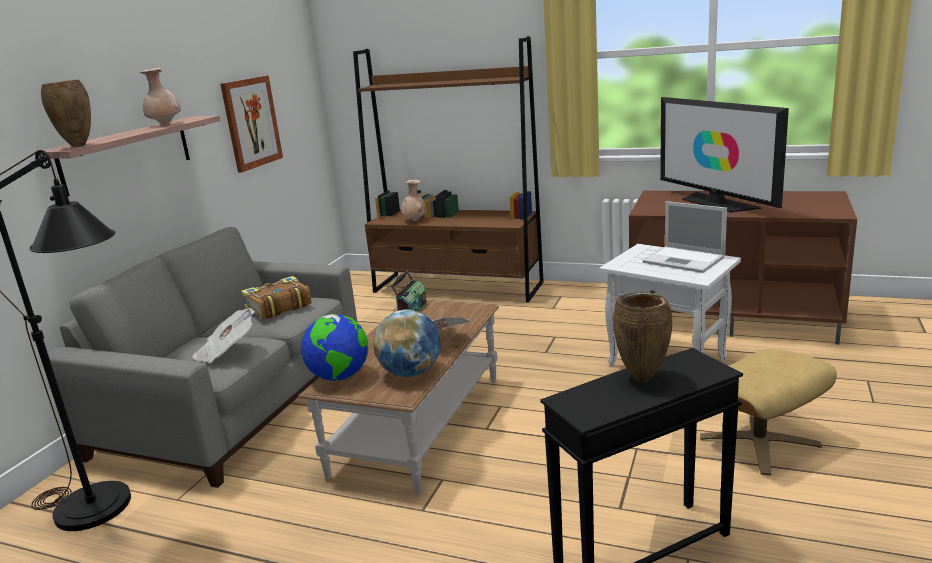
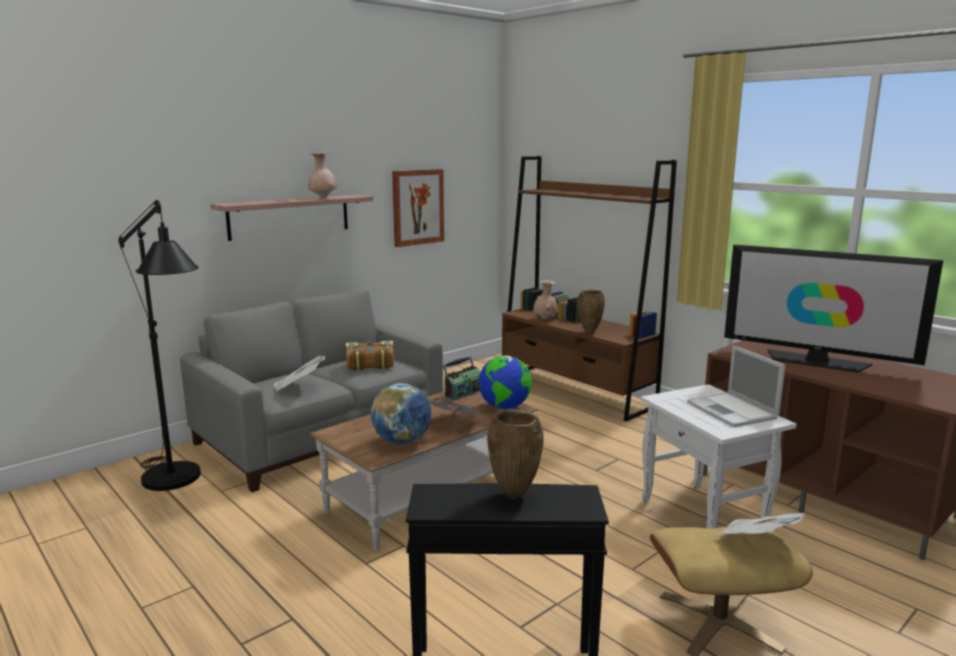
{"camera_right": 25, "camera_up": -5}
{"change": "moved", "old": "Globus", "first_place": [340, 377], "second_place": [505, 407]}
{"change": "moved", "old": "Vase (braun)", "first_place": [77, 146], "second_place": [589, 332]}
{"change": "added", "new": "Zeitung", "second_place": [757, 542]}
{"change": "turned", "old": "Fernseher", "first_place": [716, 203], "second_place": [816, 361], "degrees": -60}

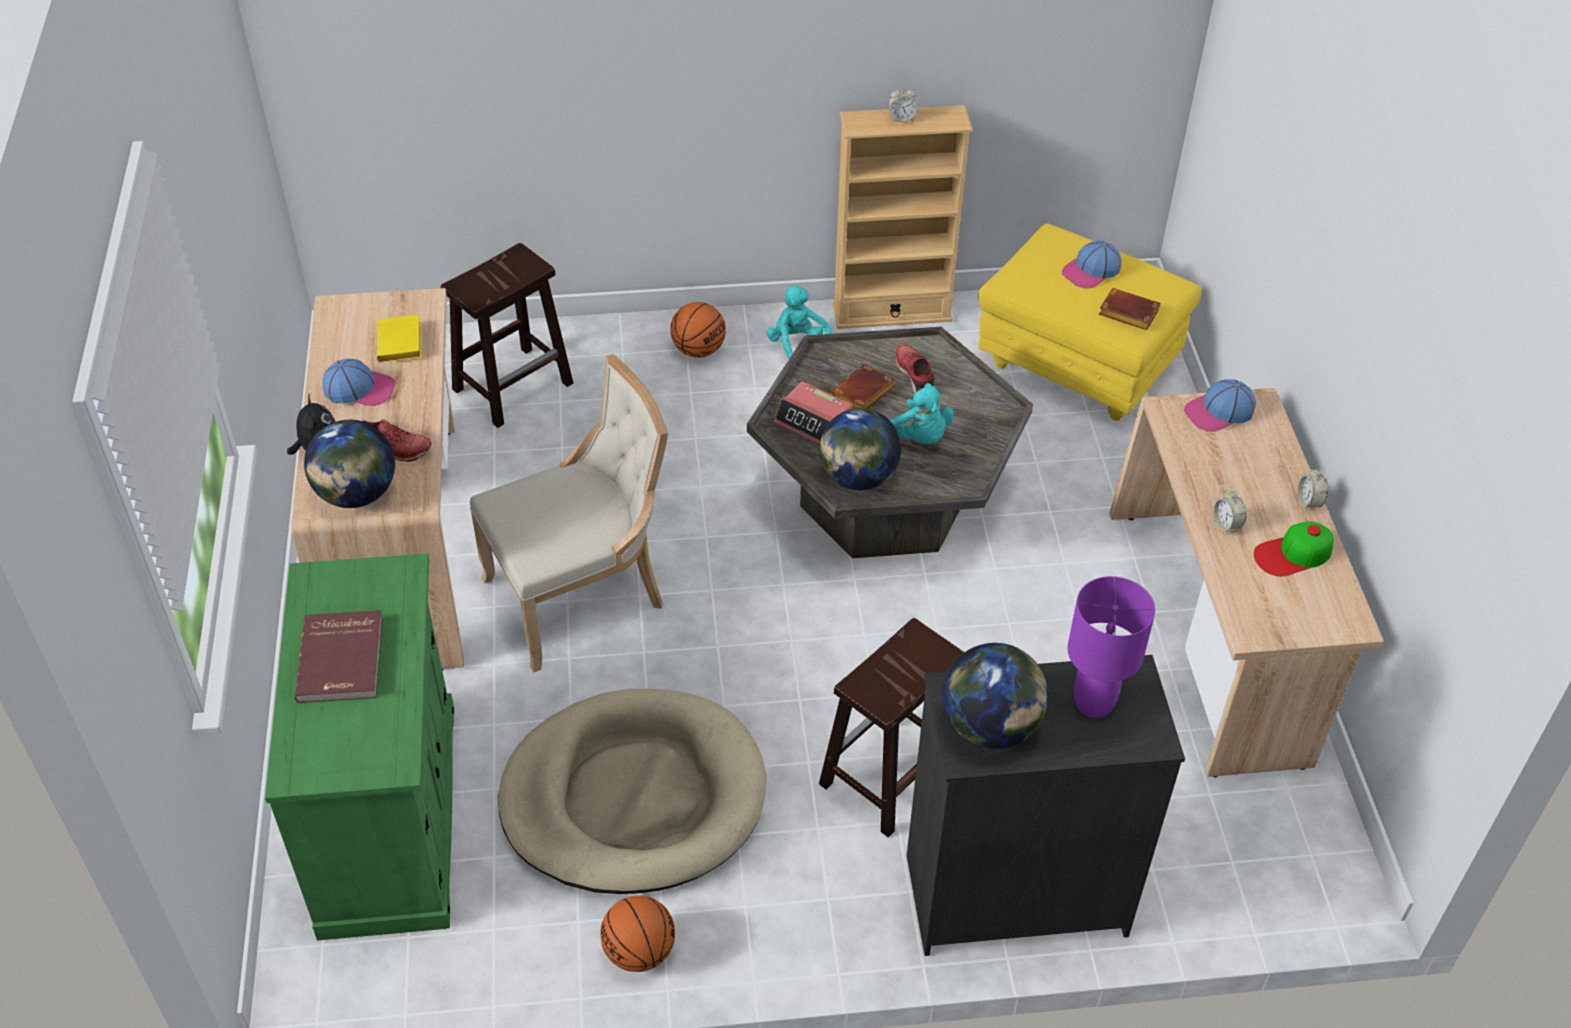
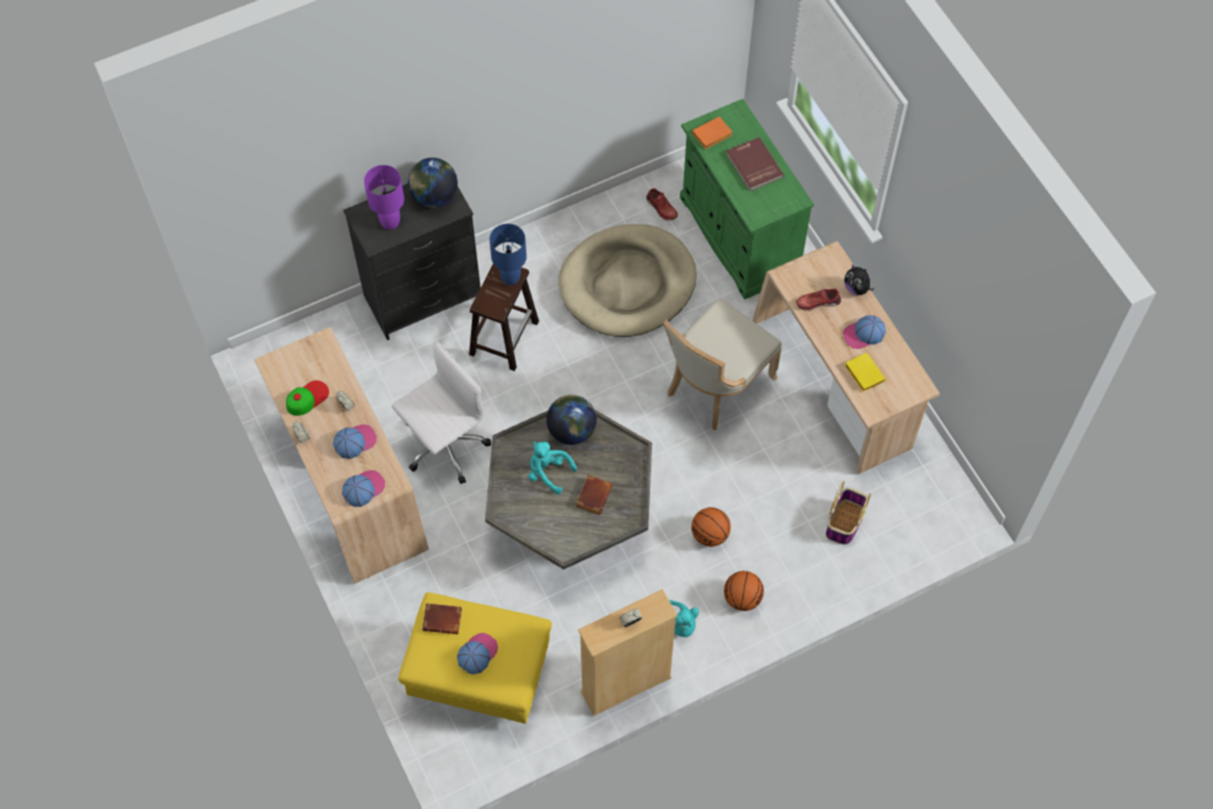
{"camera_right": 160, "camera_up": 15}
{"change": "added", "new": "Kappe", "second_place": [355, 442]}
{"change": "added", "new": "Bürostuhl (weiß)", "second_place": [443, 446]}
{"change": "added", "new": "Tischlampe (blau)", "second_place": [510, 277]}
{"change": "moved", "old": "Schuh (rot)", "first_place": [915, 375], "second_place": [661, 208]}
{"change": "moved", "old": "Basketball", "first_place": [639, 952], "second_place": [709, 535]}
{"change": "added", "new": "Buch (orange)", "second_place": [711, 136]}
{"change": "replaced", "old": "Hocker (braun)", "new": "Korb", "first_place": [514, 385], "second_place": [844, 523]}
{"change": "removed", "old": "Globus", "first_place": [357, 494]}
{"change": "removed", "old": "Wecker", "first_place": [813, 421]}

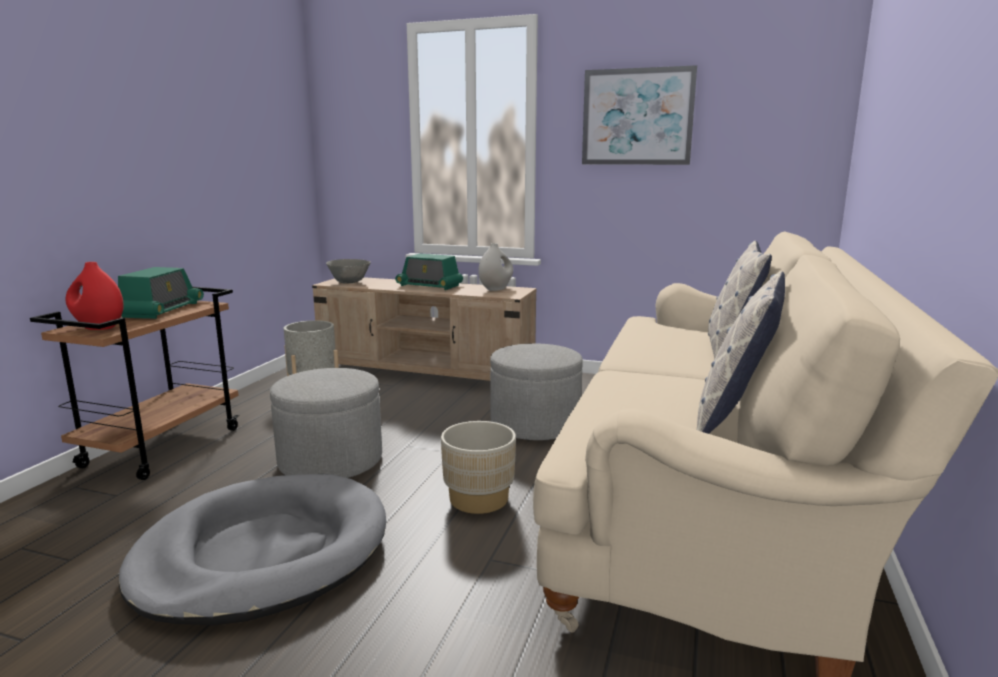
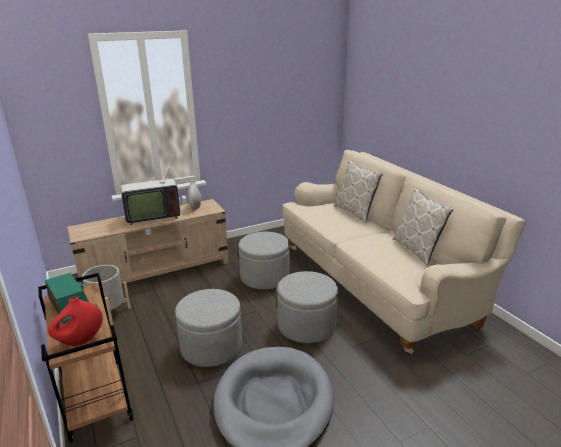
{"camera_right": -45, "camera_up": 10}
{"change": "replaced", "old": "Radio", "new": "Fernseher", "first_place": [429, 286], "second_place": [152, 216]}
{"change": "replaced", "old": "Pflanzkübel (beige)", "new": "Polsterhocker (grau)", "first_place": [479, 499], "second_place": [306, 325]}
{"change": "removed", "old": "Schüssel (grau)", "first_place": [349, 282]}
{"change": "removed", "old": "Bild", "first_place": [637, 117]}

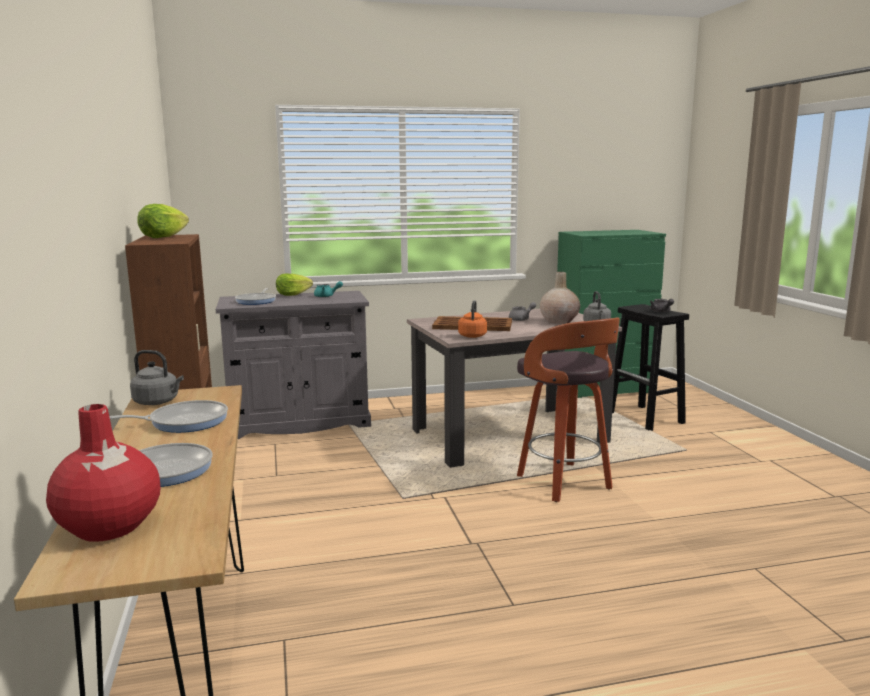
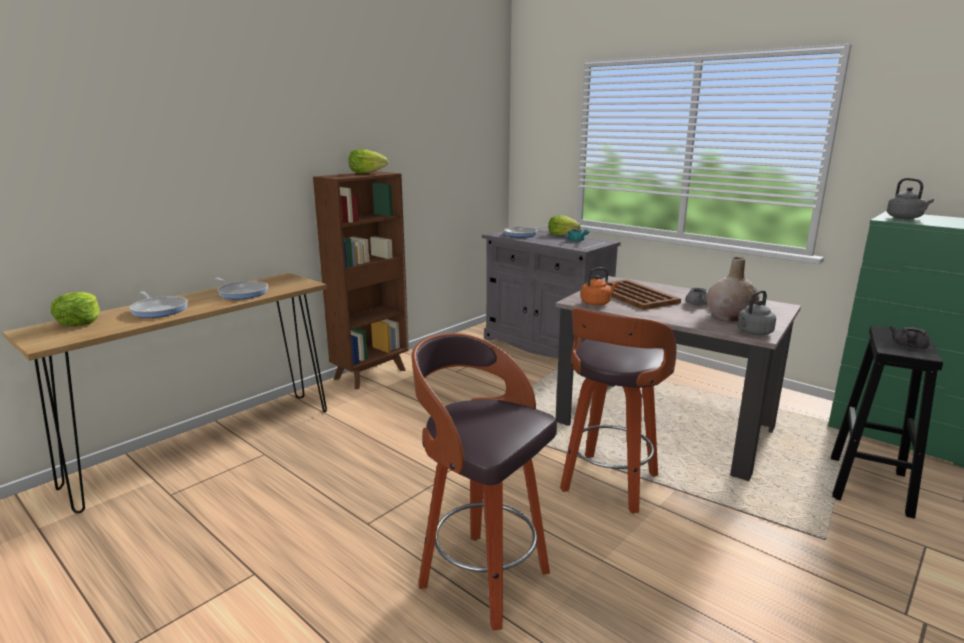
{"camera_right": 55, "camera_up": 5}
{"change": "replaced", "old": "Vase (rot)", "new": "Salatkopf", "first_place": [109, 527], "second_place": [80, 322]}
{"change": "added", "new": "Hocker", "second_place": [481, 578]}
{"change": "moved", "old": "Wasserkessel (grau)", "first_place": [158, 402], "second_place": [905, 218]}

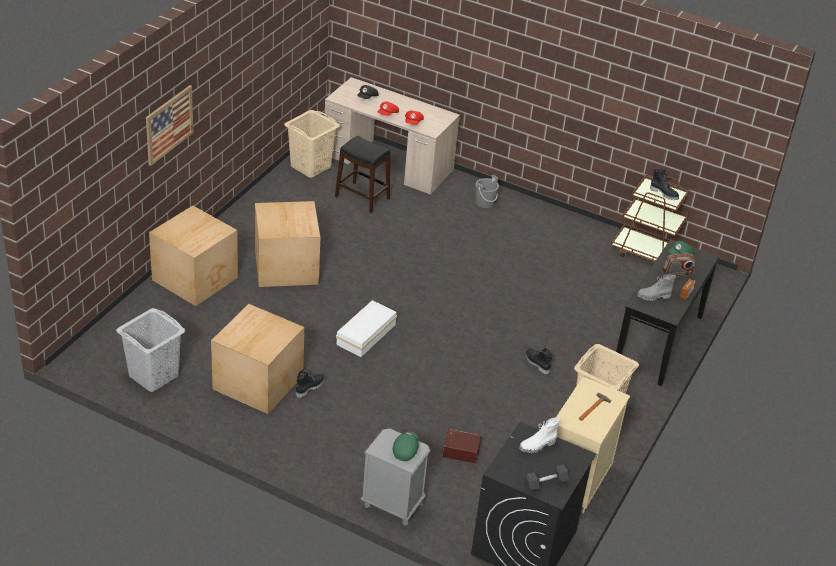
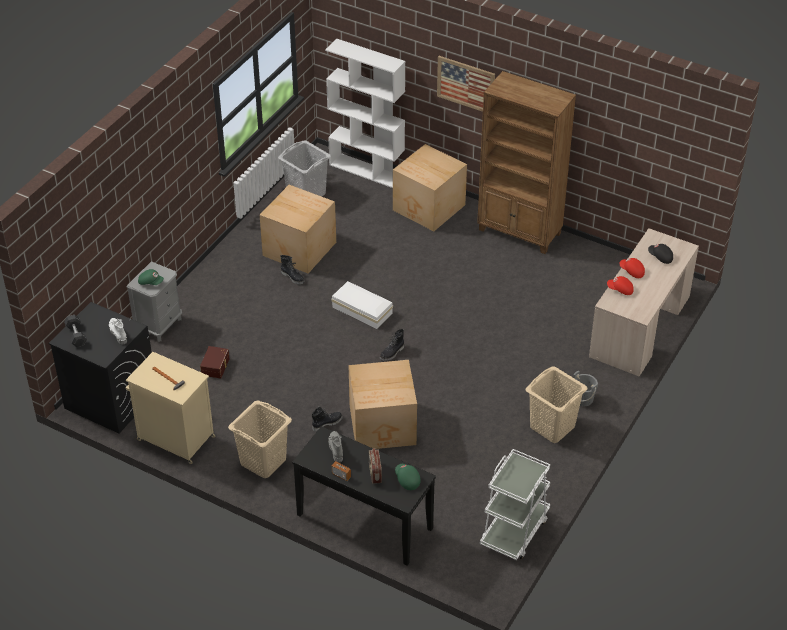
{"camera_right": 95, "camera_up": 5}
{"change": "added", "new": "Bücherregal (weiß)", "second_place": [367, 171]}
{"change": "moved", "old": "Karton", "first_place": [287, 266], "second_place": [383, 426]}
{"change": "moved", "old": "Stiefel (schwarz)", "first_place": [664, 193], "second_place": [392, 353]}
{"change": "added", "new": "Bücherregal (braun)", "second_place": [520, 232]}
{"change": "recoloured", "old": "Rollwagen (braun)", "new": "Rollwagen (weiß)", "first_place": [647, 253], "second_place": [514, 531]}
{"change": "moved", "old": "Wäschekorb (beige)", "first_place": [311, 167], "second_place": [552, 427]}
{"change": "removed", "old": "Hocker (schwarz)", "first_place": [362, 198]}

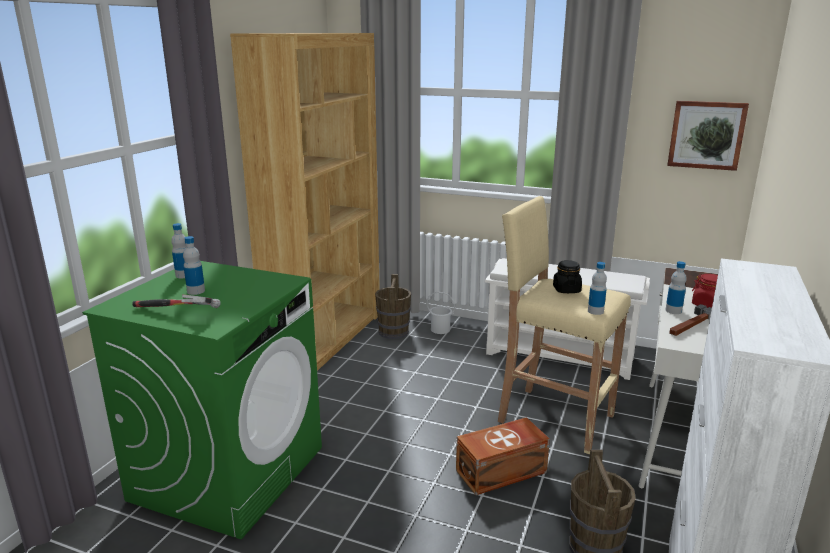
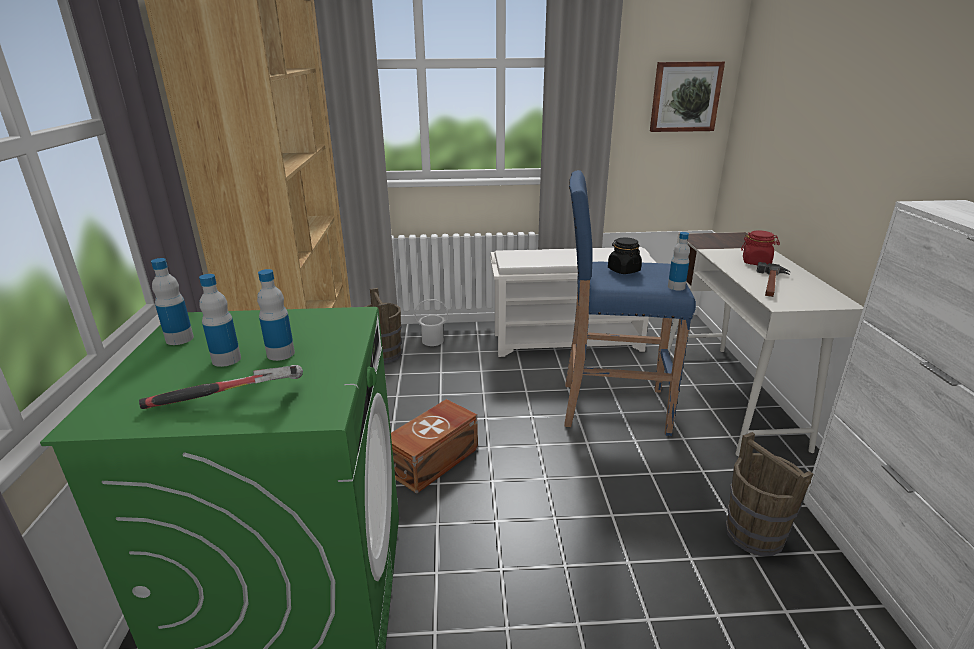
{"camera_right": -25, "camera_up": 5}
{"change": "moved", "old": "Flasche", "first_place": [673, 311], "second_place": [280, 354]}
{"change": "moved", "old": "Aufbewahrungsbox (braun)", "first_place": [502, 472], "second_place": [435, 460]}
{"change": "recoloured", "old": "Hocker (beige)", "new": "Hocker (blau)", "first_place": [553, 418], "second_place": [611, 407]}

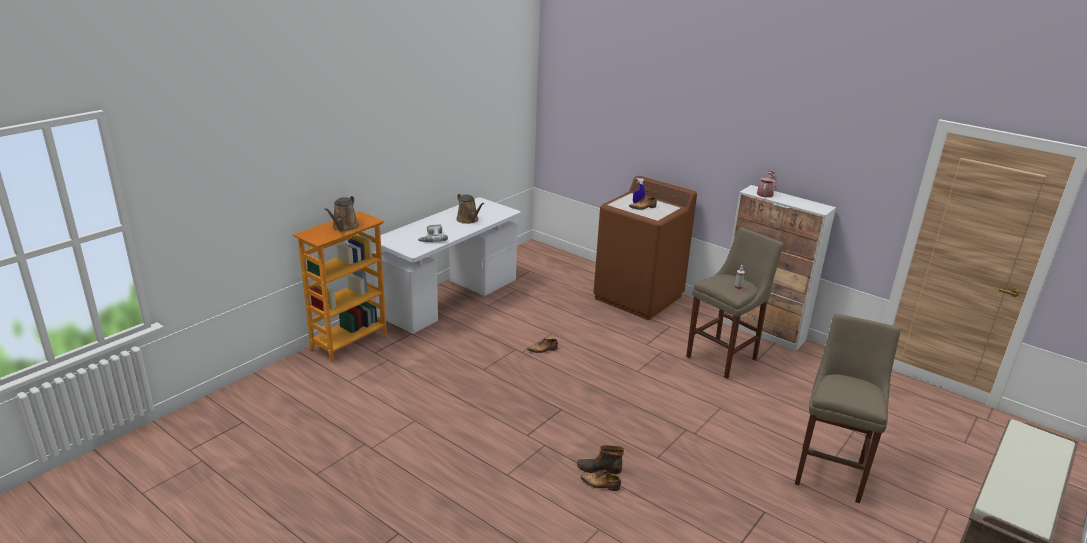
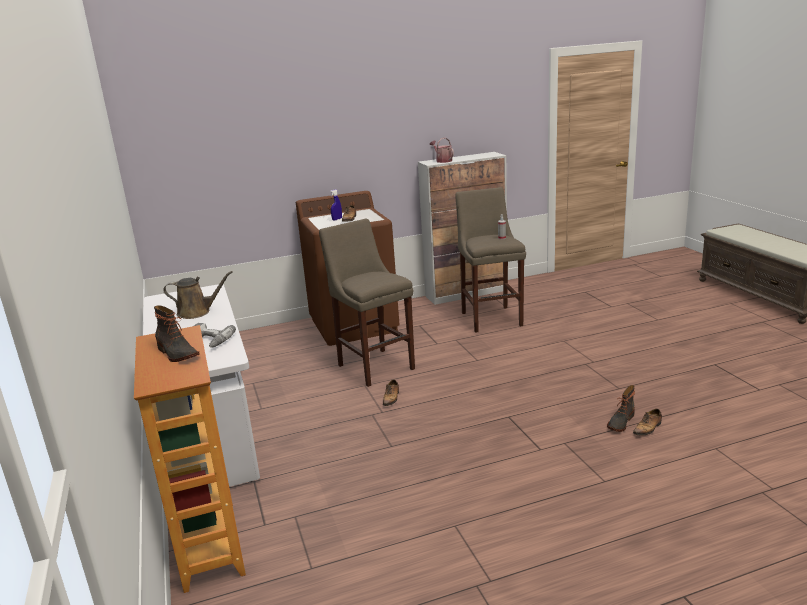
{"camera_right": -55, "camera_up": -5}
{"change": "replaced", "old": "Gießkanne (braun)", "new": "Stiefel", "first_place": [344, 227], "second_place": [176, 353]}
{"change": "moved", "old": "Hocker (beige)", "first_place": [830, 470], "second_place": [374, 365]}

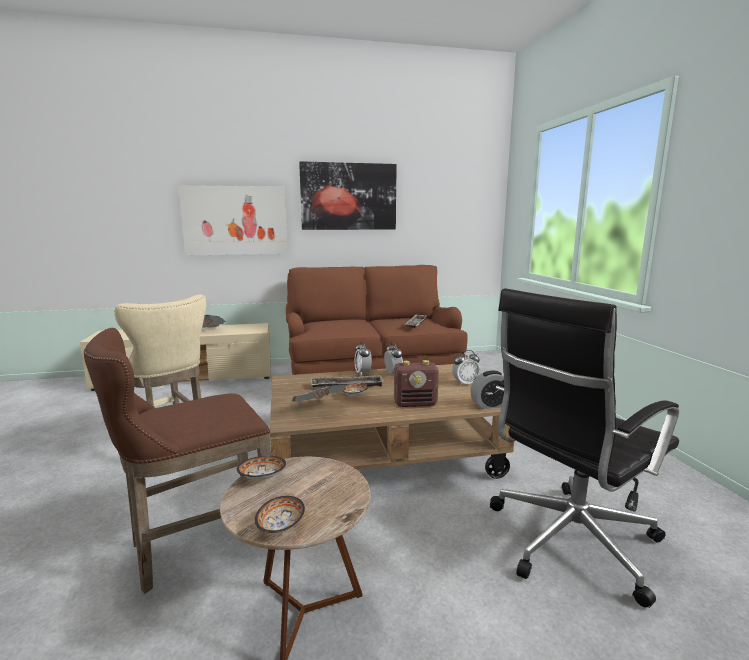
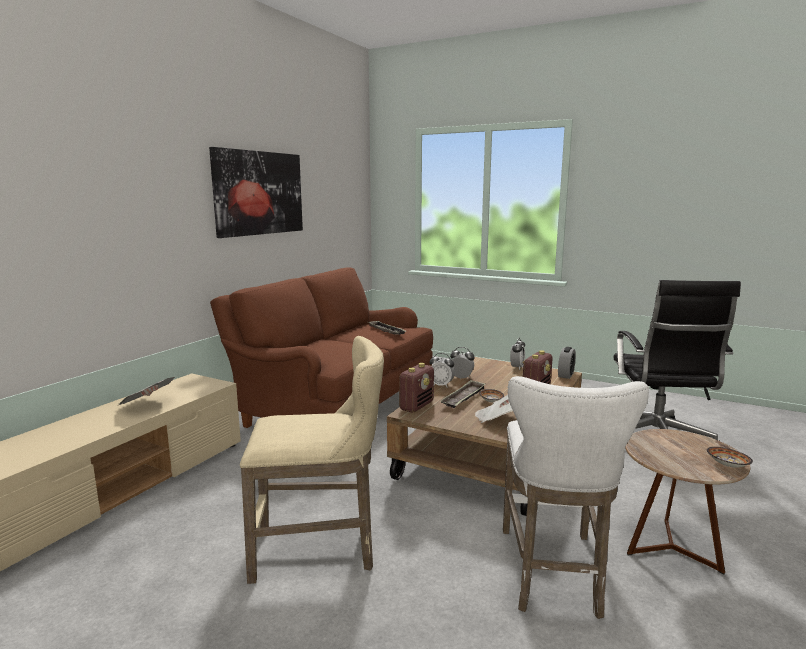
{"camera_right": -50, "camera_up": 0}
{"change": "added", "new": "Radio", "second_place": [416, 406]}
{"change": "recoloured", "old": "Hocker (braun)", "new": "Hocker (weiß)", "first_place": [196, 545], "second_place": [552, 575]}
{"change": "removed", "old": "Bild", "first_place": [235, 221]}
{"change": "removed", "old": "Schüssel", "first_place": [263, 478]}

